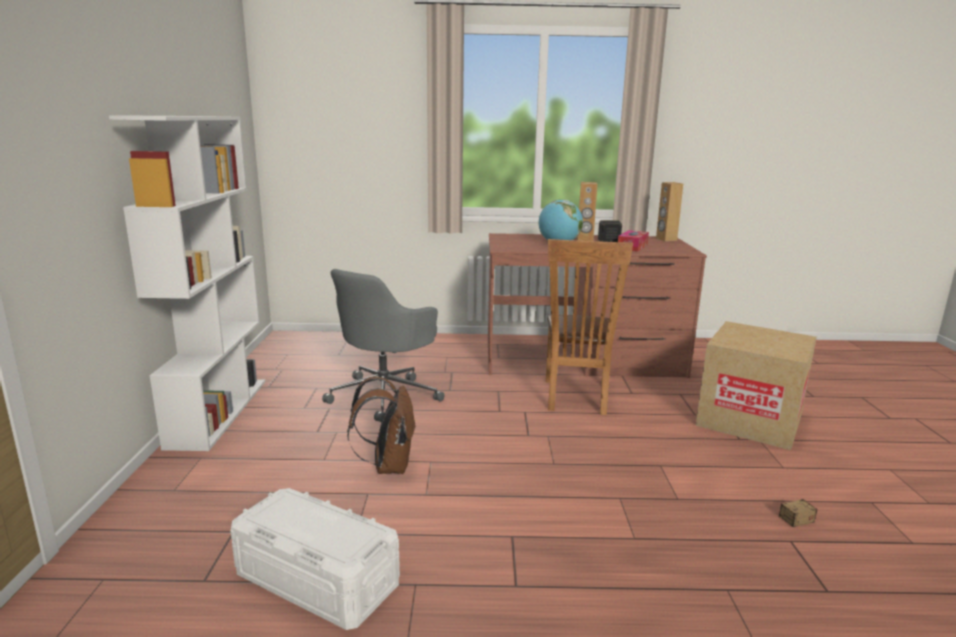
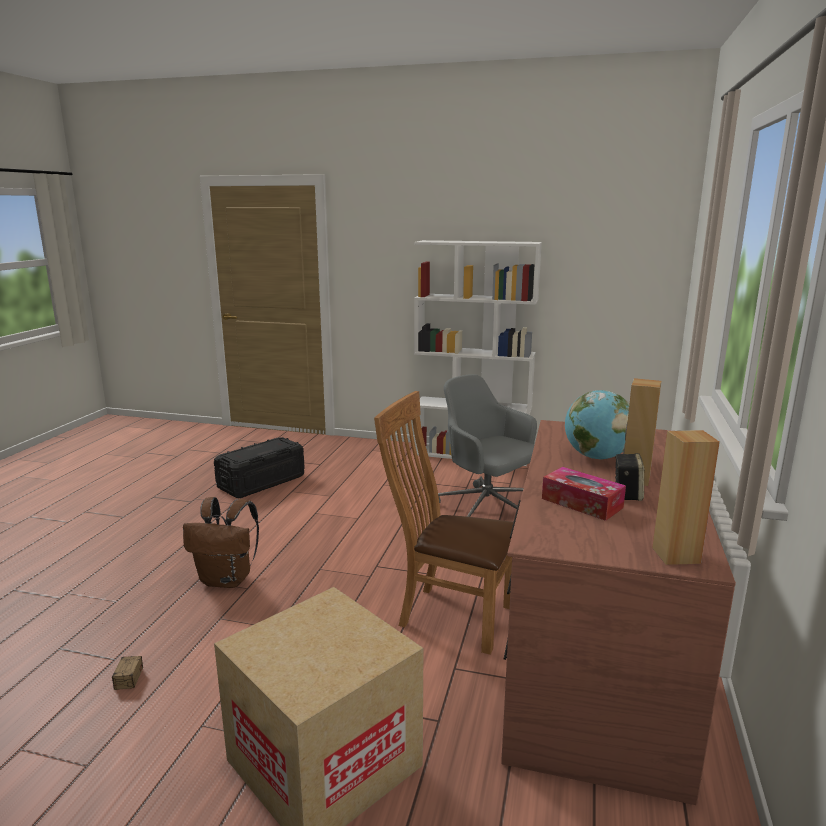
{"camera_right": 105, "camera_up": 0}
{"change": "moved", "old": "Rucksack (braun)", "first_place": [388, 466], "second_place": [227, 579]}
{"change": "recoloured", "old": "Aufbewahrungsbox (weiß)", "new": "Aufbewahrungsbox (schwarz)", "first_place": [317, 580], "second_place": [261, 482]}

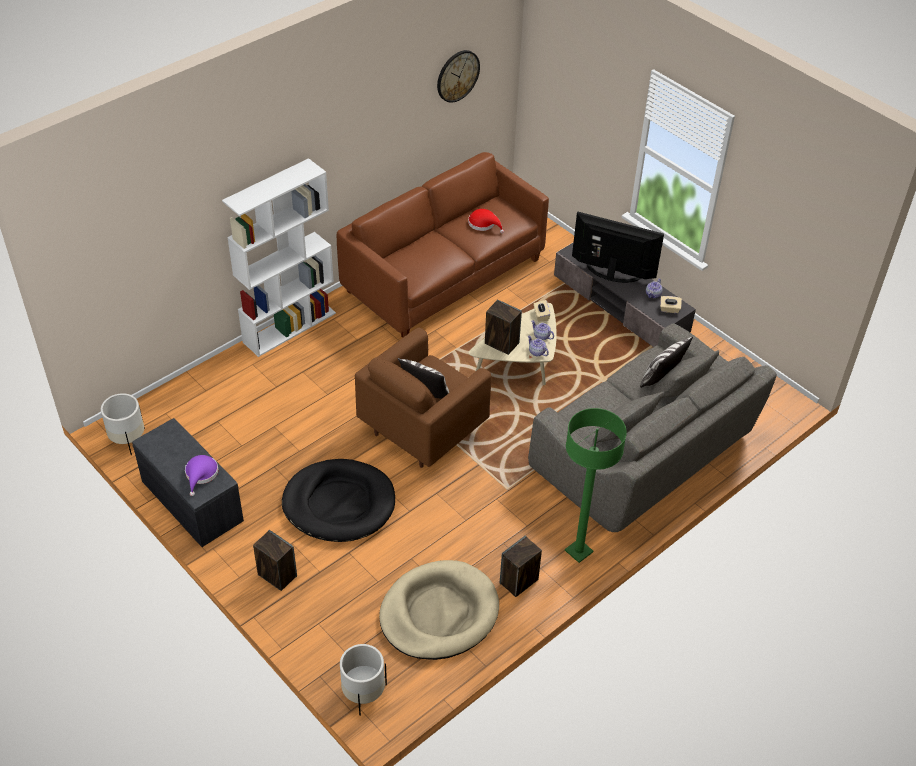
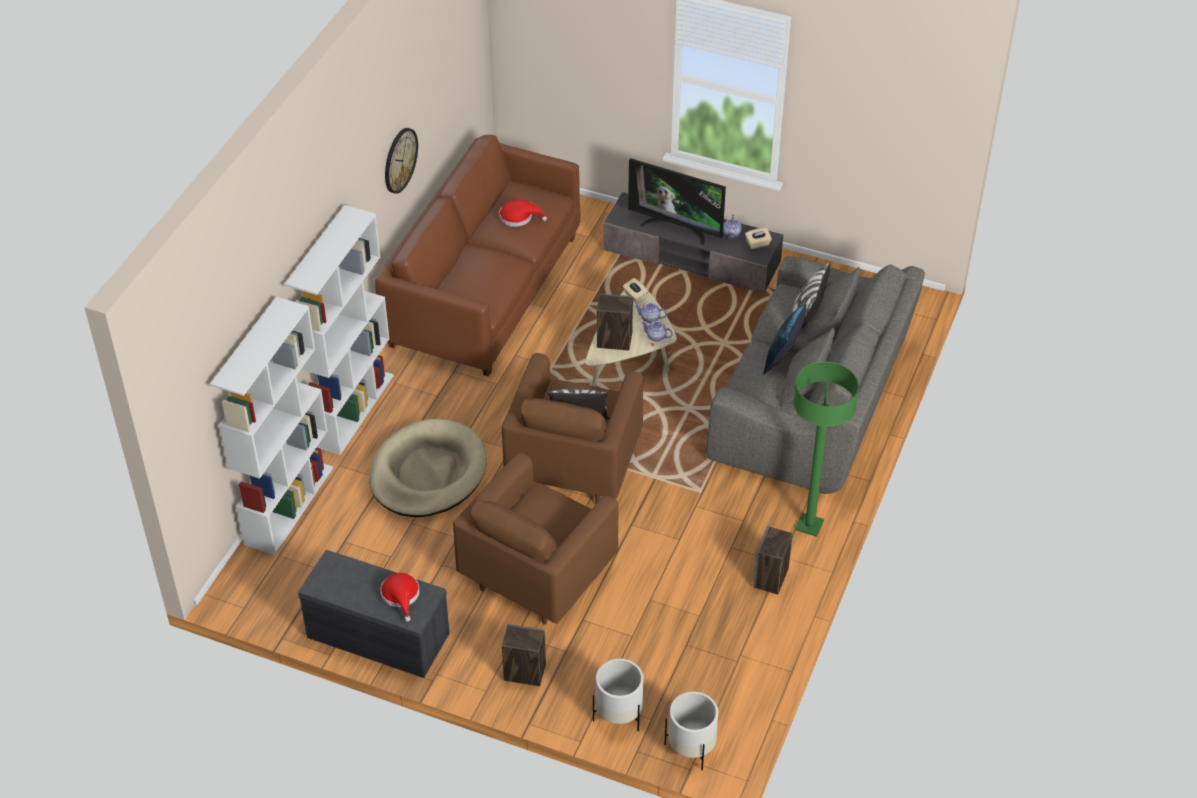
{"camera_right": -25, "camera_up": 0}
{"change": "added", "new": "Bücherregal (weiß)", "second_place": [289, 505]}
{"change": "moved", "old": "Hundebett (beige)", "first_place": [439, 613], "second_place": [428, 473]}
{"change": "recoloured", "old": "Hut (lila)", "new": "Hut (rot)", "first_place": [201, 474], "second_place": [401, 596]}
{"change": "moved", "old": "Wanduhr", "first_place": [457, 76], "second_place": [400, 160]}
{"change": "replaced", "old": "Hundebett (schwarz)", "new": "Sessel (braun)", "first_place": [339, 504], "second_place": [538, 575]}
{"change": "moved", "old": "Pflanzkübel (weiß)", "first_place": [128, 440], "second_place": [619, 715]}
{"change": "turned", "old": "Fernseher", "first_place": [611, 275], "second_place": [676, 227], "degrees": -150}
{"change": "added", "new": "Kissen (blau)", "second_place": [783, 358]}

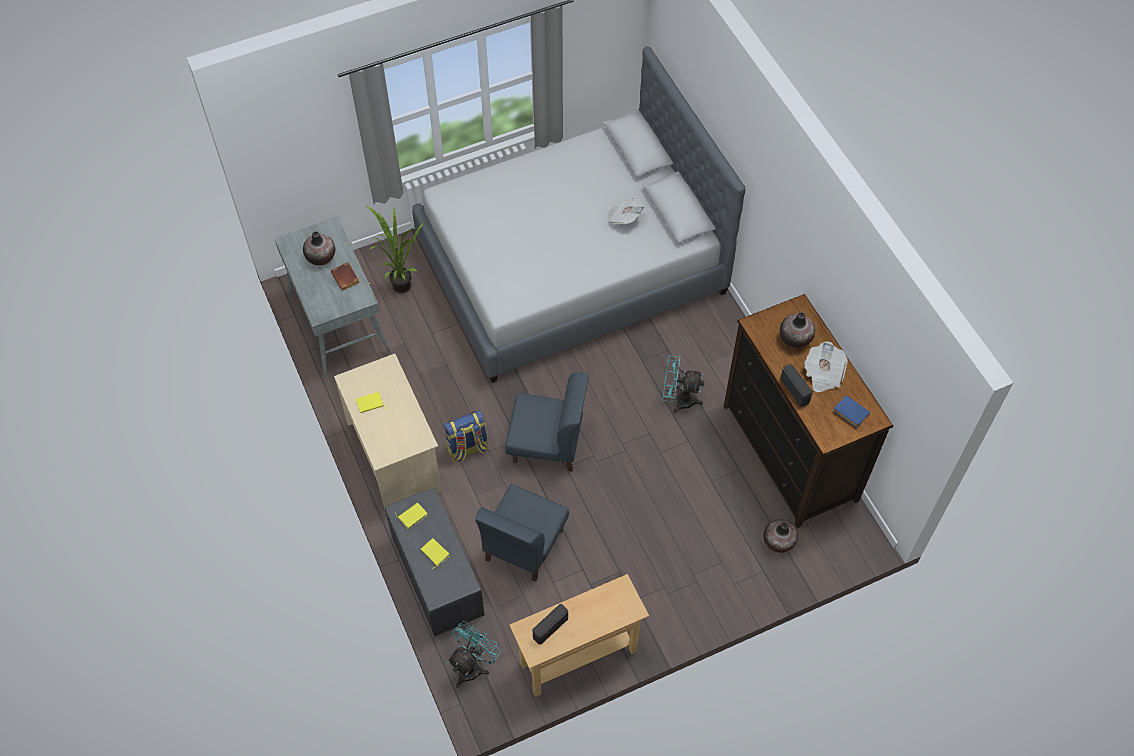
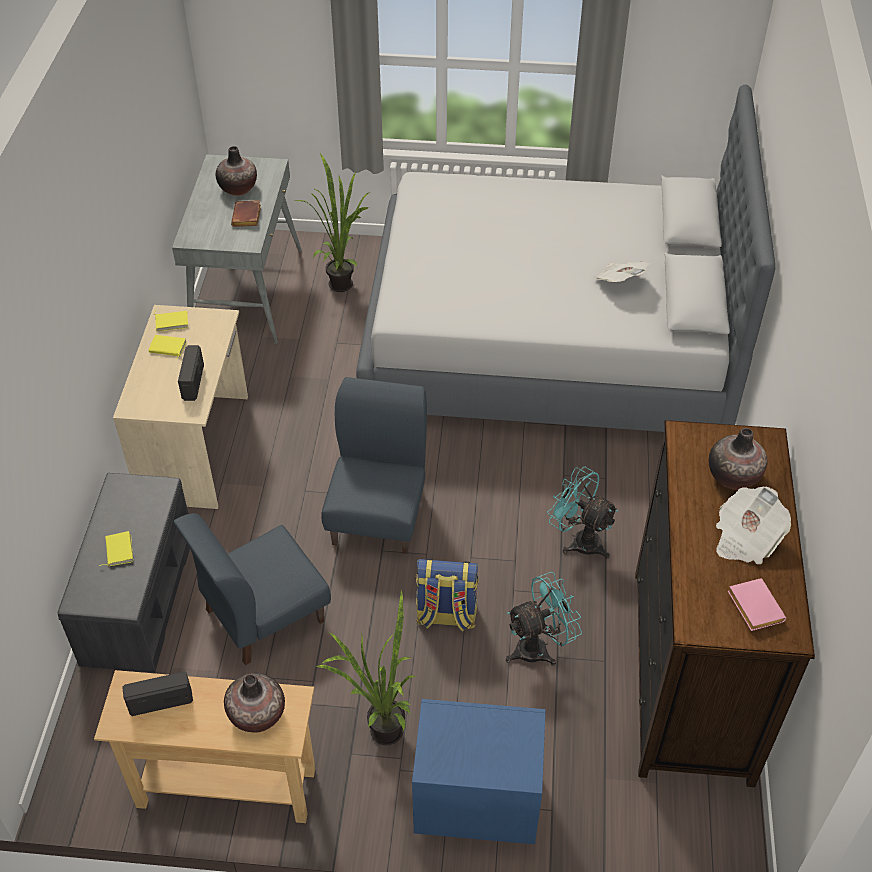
{"camera_right": 30, "camera_up": -10}
{"change": "moved", "old": "Buch (gelb)", "first_place": [412, 515], "second_place": [172, 321]}
{"change": "moved", "old": "Radio", "first_place": [795, 390], "second_place": [193, 382]}
{"change": "moved", "old": "Vase", "first_place": [778, 542], "second_place": [256, 714]}
{"change": "added", "new": "Topfpflanze", "second_place": [378, 731]}
{"change": "turned", "old": "Stuhl (blau)", "first_place": [547, 444], "second_place": [379, 515], "degrees": -120}
{"change": "added", "new": "Nachttisch (blau)", "second_place": [475, 801]}
{"change": "moved", "old": "Rucksack", "first_place": [467, 449], "second_place": [446, 616]}
{"change": "moved", "old": "Ventilator (türkis)", "first_place": [472, 666], "second_place": [539, 647]}
{"change": "recoloured", "old": "Buch (blau)", "new": "Buch (rosa)", "first_place": [849, 413], "second_place": [753, 606]}

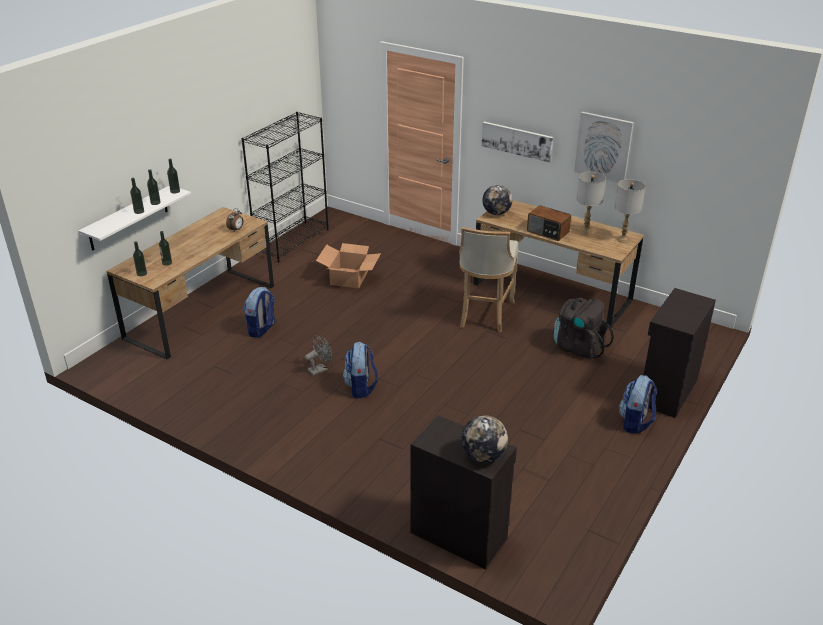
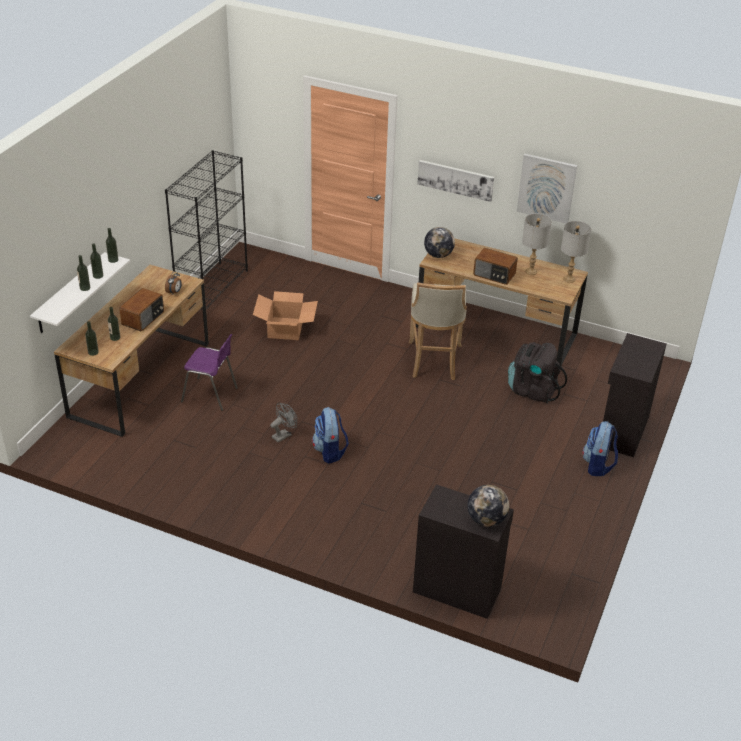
{"camera_right": -10, "camera_up": 5}
{"change": "added", "new": "Radio", "second_place": [143, 318]}
{"change": "replaced", "old": "Rucksack", "new": "Stuhl (lila)", "first_place": [262, 329], "second_place": [211, 395]}

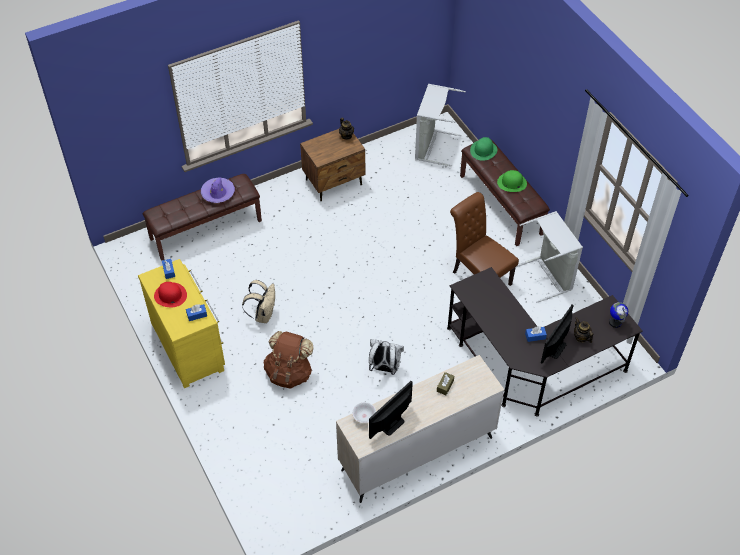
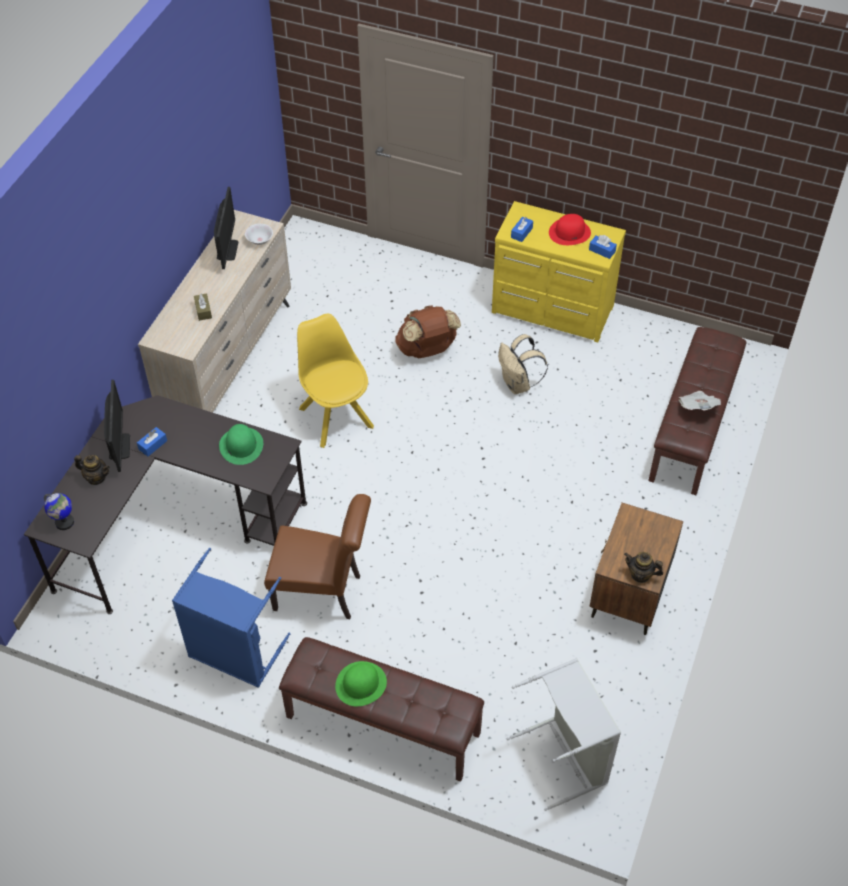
{"camera_right": 140, "camera_up": 0}
{"change": "recoloured", "old": "Wäschekorb (grau)", "new": "Wäschekorb (blau)", "first_place": [548, 276], "second_place": [234, 654]}
{"change": "moved", "old": "Hut (grün)", "first_place": [483, 150], "second_place": [241, 445]}
{"change": "replaced", "old": "Rucksack (weiß)", "new": "Stuhl (gelb)", "first_place": [384, 368], "second_place": [335, 416]}
{"change": "replaced", "old": "Hut (lila)", "new": "Zeitung", "first_place": [218, 193], "second_place": [697, 408]}

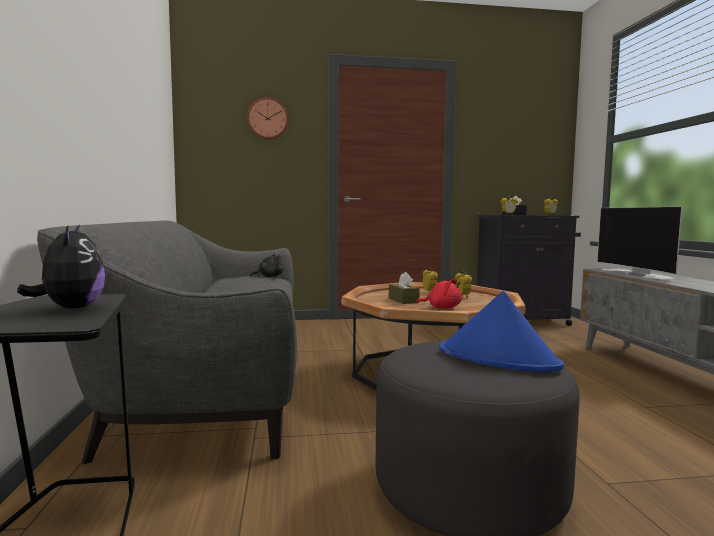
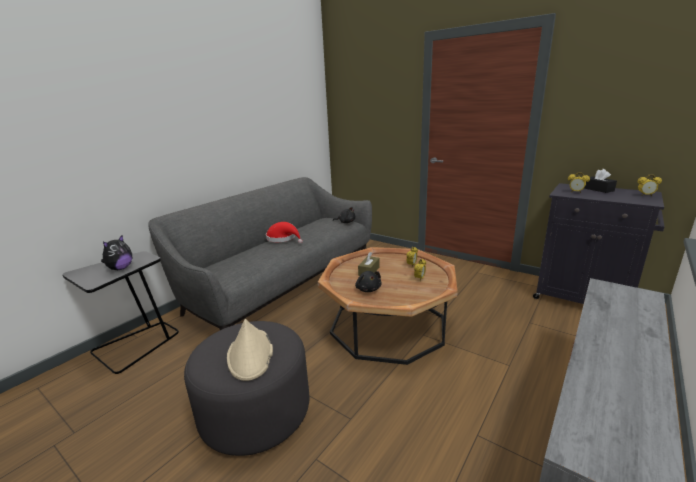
{"camera_right": 45, "camera_up": 15}
{"change": "recoloured", "old": "Hut (blau)", "new": "Hut (beige)", "first_place": [498, 358], "second_place": [250, 355]}
{"change": "added", "new": "Hut (rot)", "second_place": [283, 238]}
{"change": "recoloured", "old": "Plüschtier (rot)", "new": "Plüschtier (schwarz)", "first_place": [442, 308], "second_place": [368, 289]}
{"change": "removed", "old": "Wanduhr", "first_place": [268, 119]}
{"change": "removed", "old": "Fernseher", "first_place": [639, 273]}

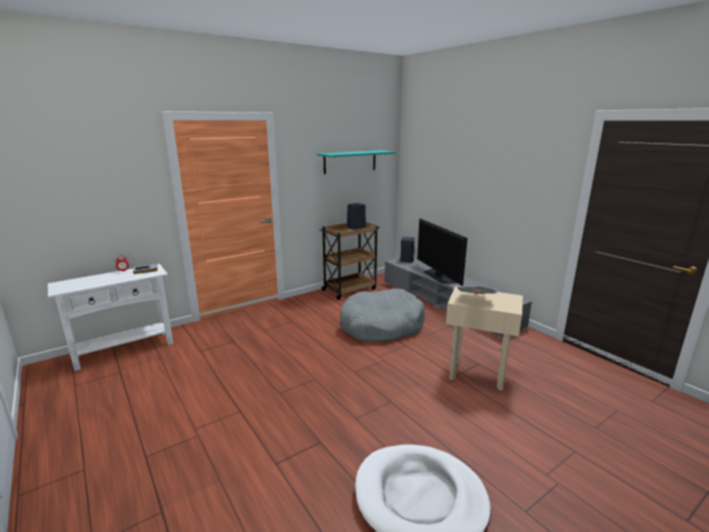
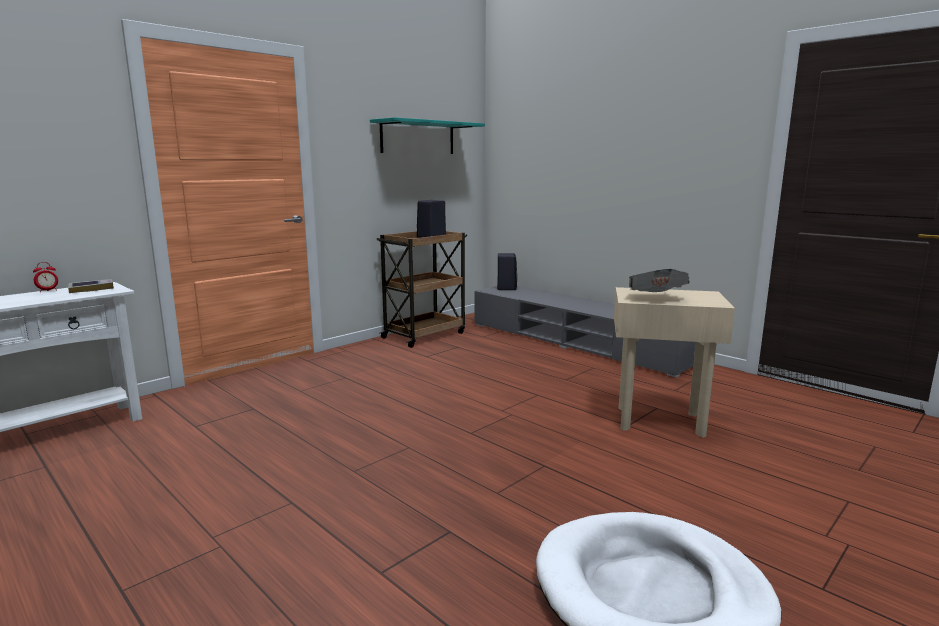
{"camera_right": -10, "camera_up": -5}
{"change": "removed", "old": "Hundebett (grau)", "first_place": [381, 326]}
{"change": "removed", "old": "Fernseher", "first_place": [438, 276]}

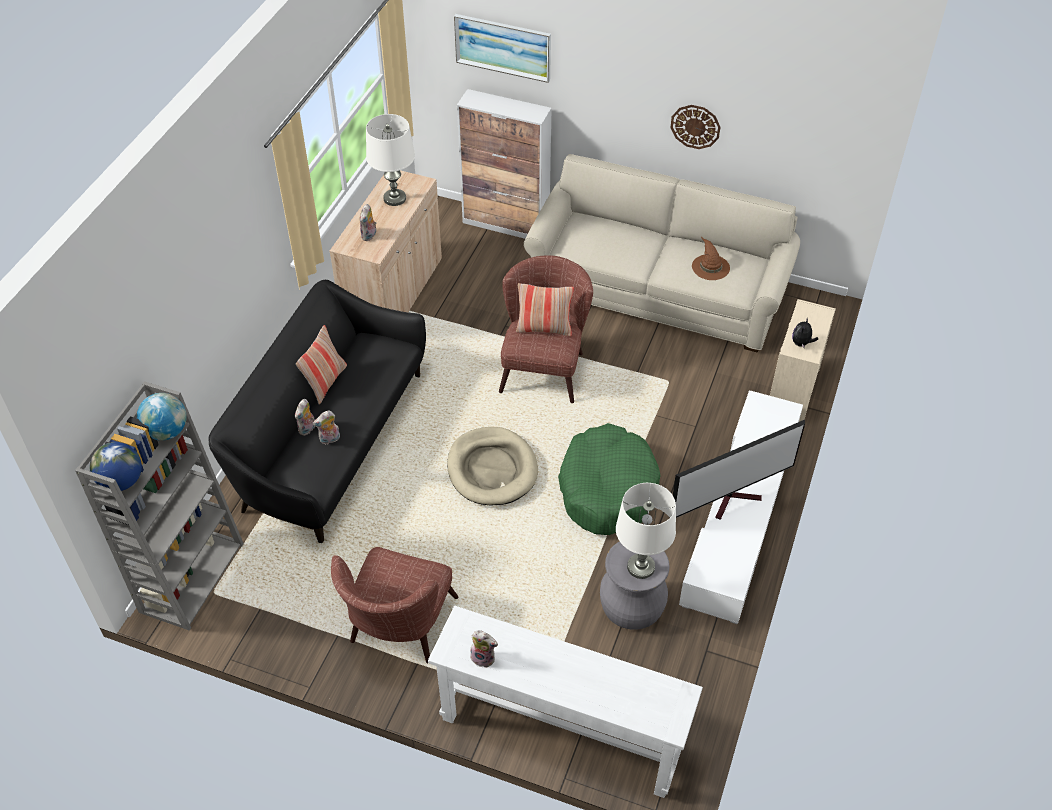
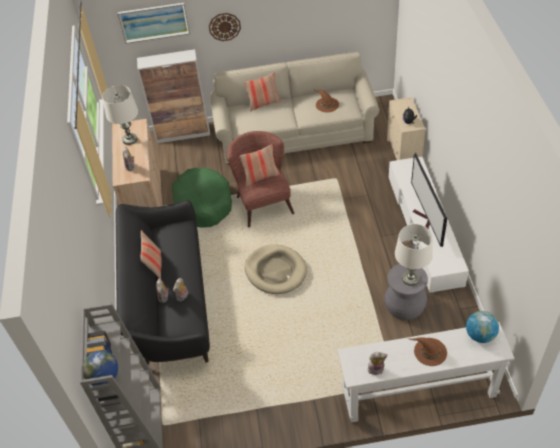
{"camera_right": -25, "camera_up": 0}
{"change": "moved", "old": "Hundebett (grün)", "first_place": [607, 489], "second_place": [203, 203]}
{"change": "moved", "old": "Wanduhr", "first_place": [695, 126], "second_place": [224, 26]}
{"change": "added", "new": "Kissen", "second_place": [263, 103]}
{"change": "added", "new": "Hut (braun)", "second_place": [429, 351]}
{"change": "turned", "old": "Fernseher", "first_place": [734, 500], "second_place": [425, 221], "degrees": 135}
{"change": "moved", "old": "Globus", "first_place": [167, 431], "second_place": [480, 335]}
{"change": "removed", "old": "Sessel (braun)", "first_place": [398, 629]}

